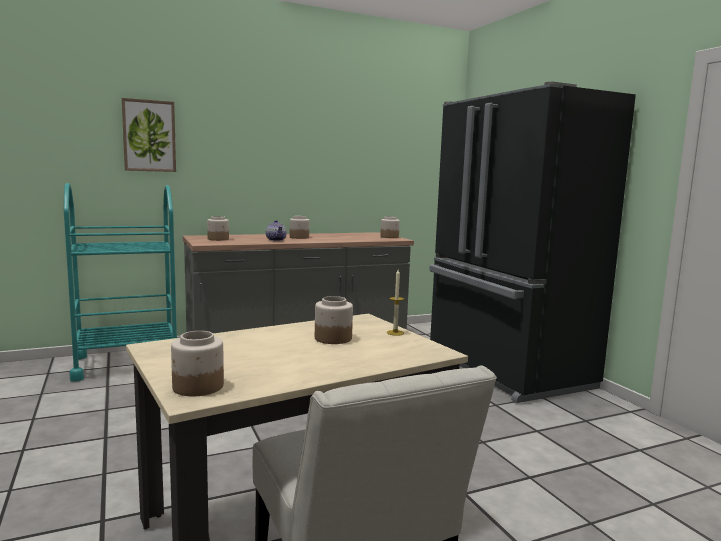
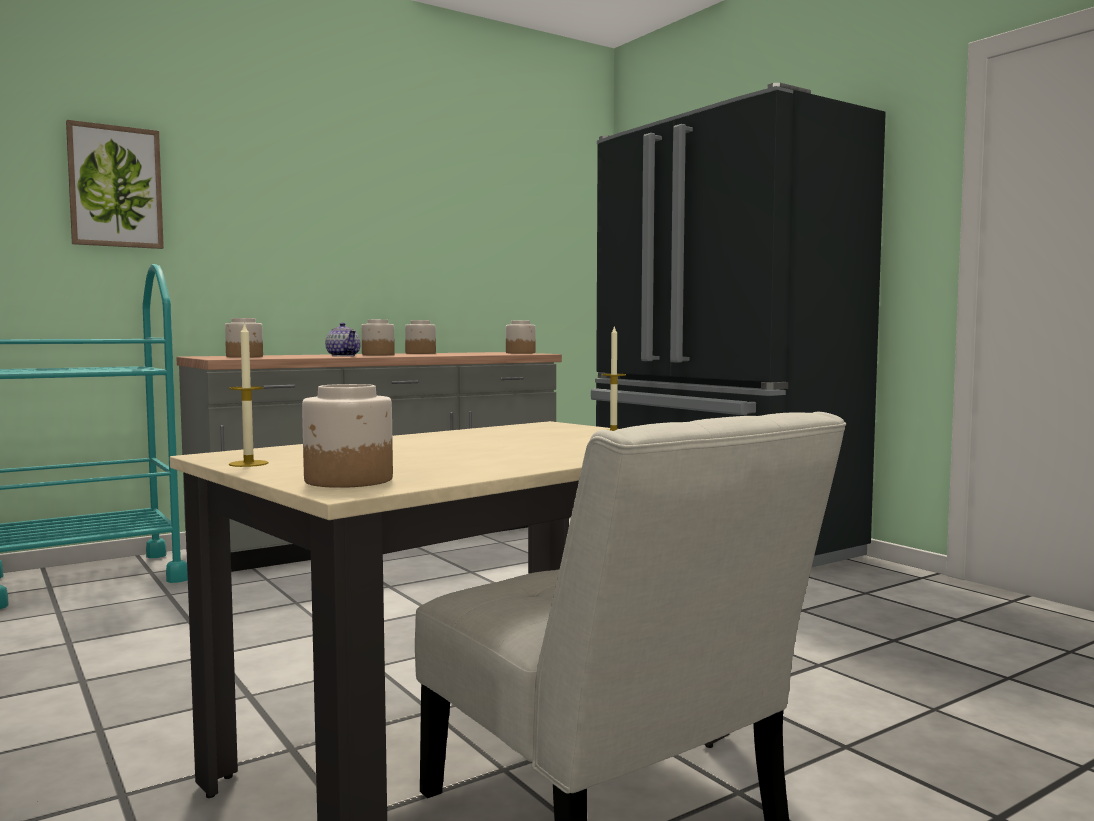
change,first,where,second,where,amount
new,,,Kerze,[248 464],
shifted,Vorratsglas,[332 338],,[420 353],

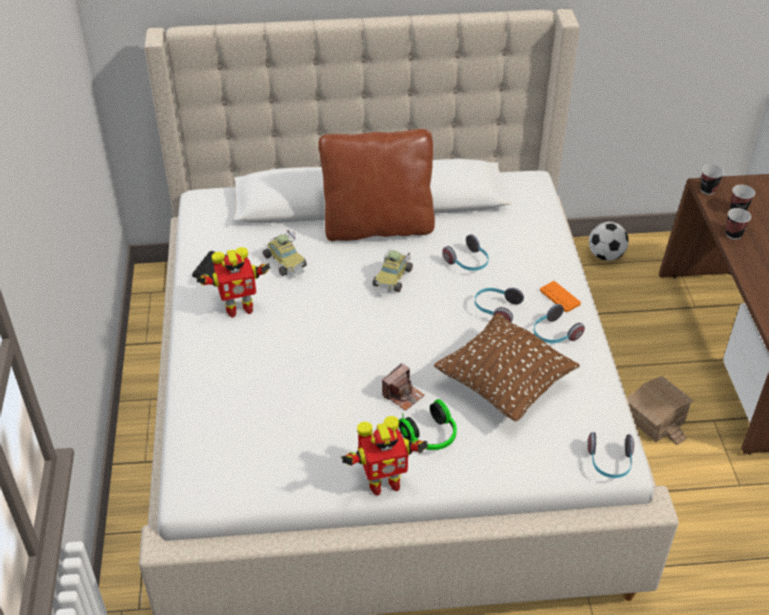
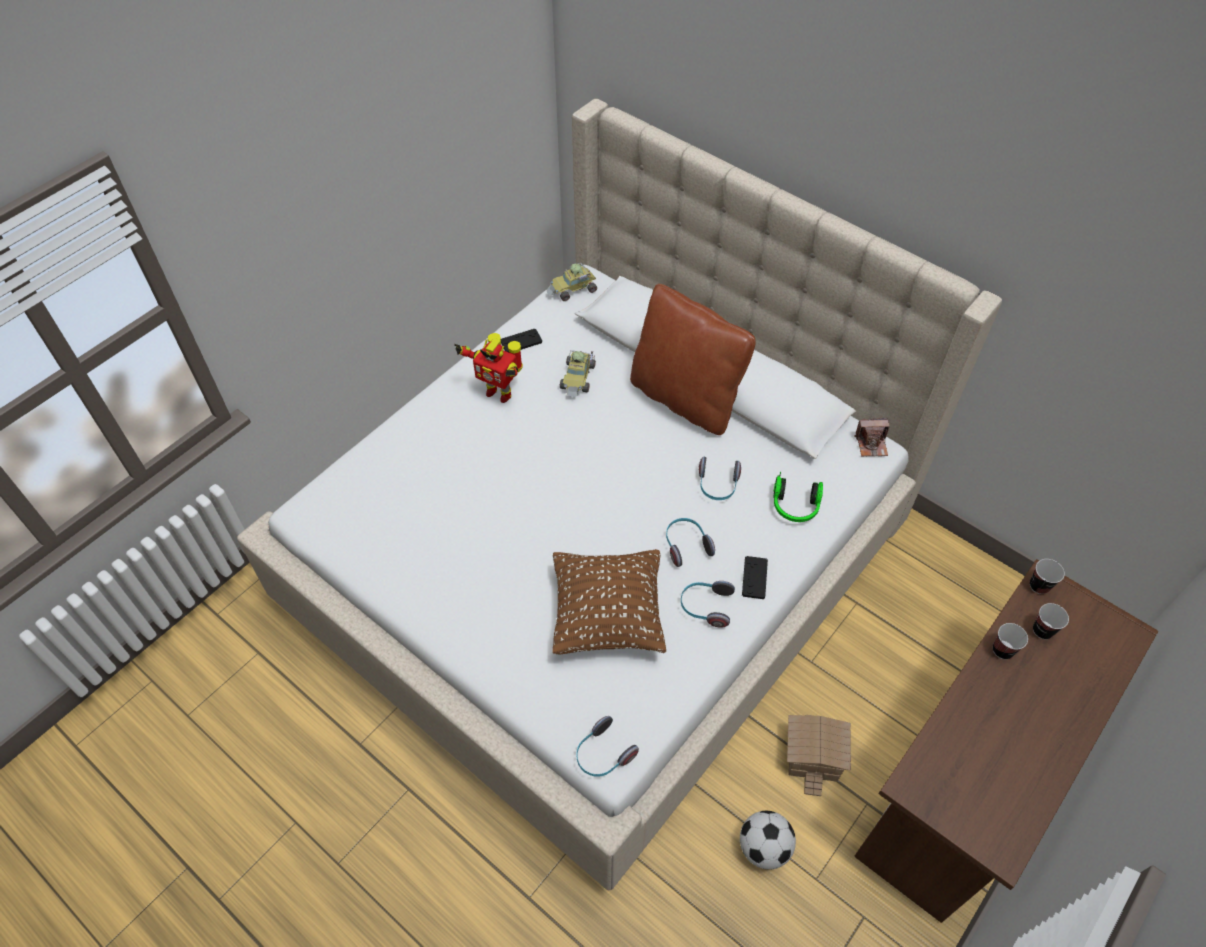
change,first,where,second,where,amount
shifted,Spielzeugauto,[393 279],,[573 289],
shifted,Fußball,[605 256],,[764 847],
repainted,Gamepad/orange,[560 297],Gamepad/schwarz,[754 578],
shifted,Kopfhörer,[431 437],,[795 507],
shifted,Kamera,[403 395],,[871 444],
gone,Spielzeugroboter,[383 483],,,

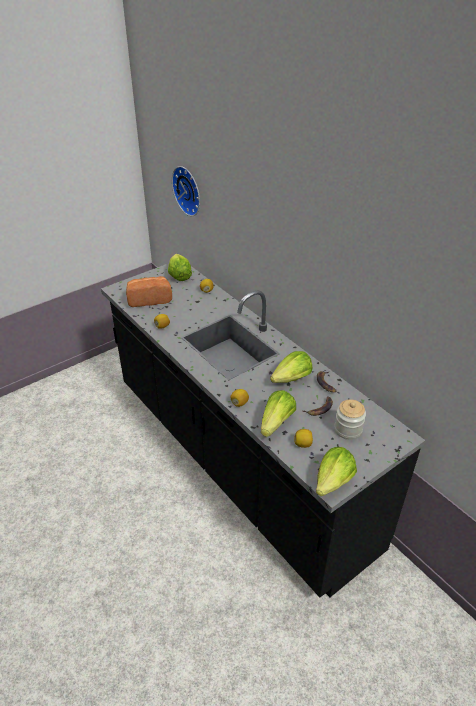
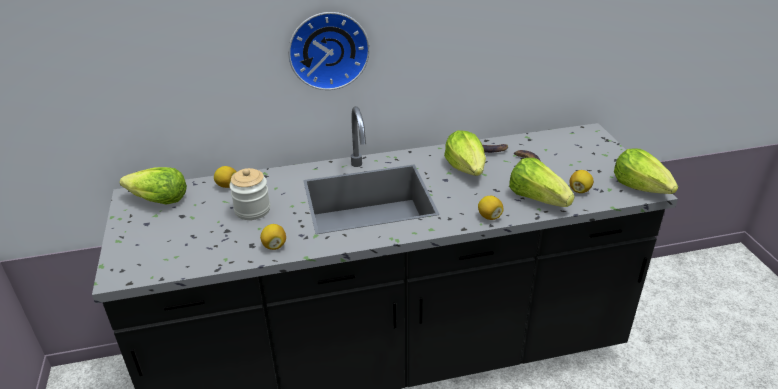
change,first,where,second,where,amount
shifted,Vorratsglas,[348 429],,[252 210],
shifted,Wanduhr,[189 190],,[328 49],
gone,Brot,[149 299],,,

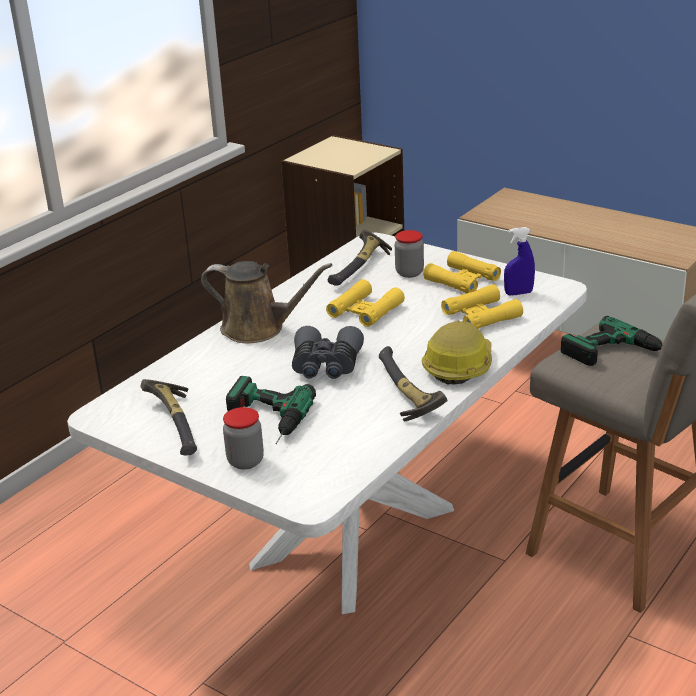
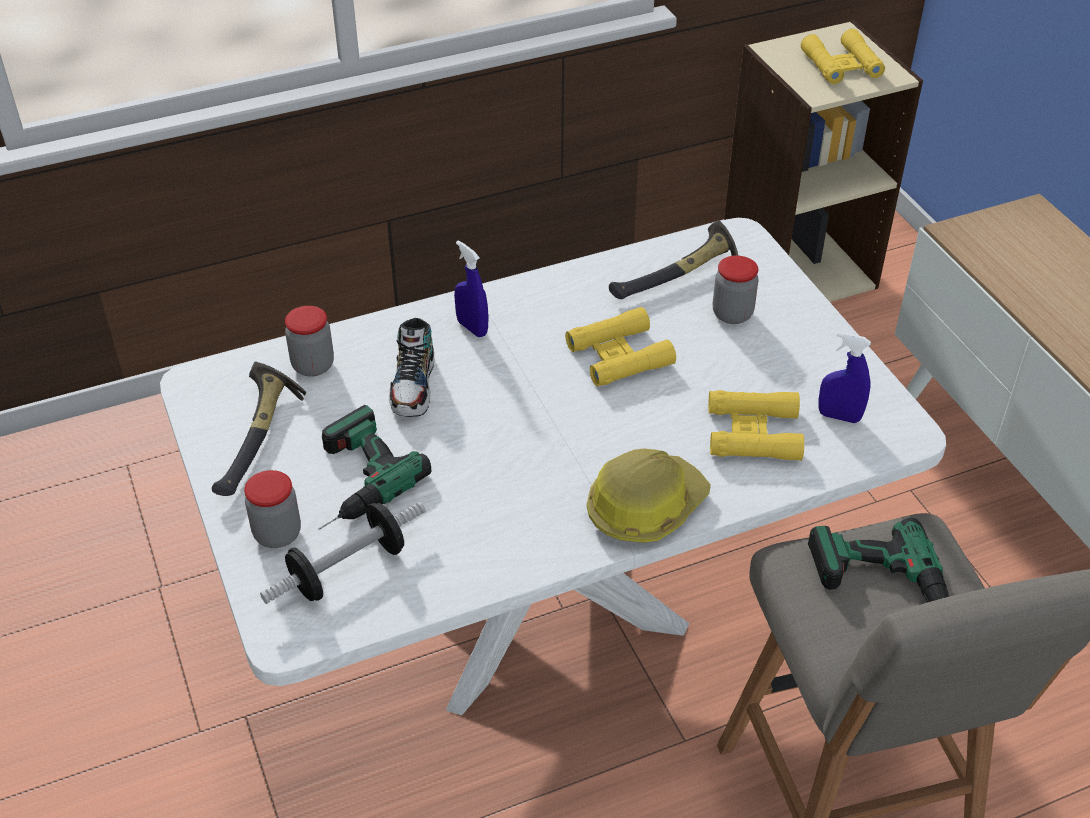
change,first,where,second,where,amount
new,,,Hantel,[348 569],
new,,,Vorratsglas,[313 365],
new,,,Schuh,[414 387],
swapped,Gießkanne/braun,[258 329],Sprühflasche/blau,[472 328],
shifted,Fernglas/gelb,[462 280],,[841 65],
gone,Fernglas/grau,[326 366],,,
gone,Hammer,[404 394],,,

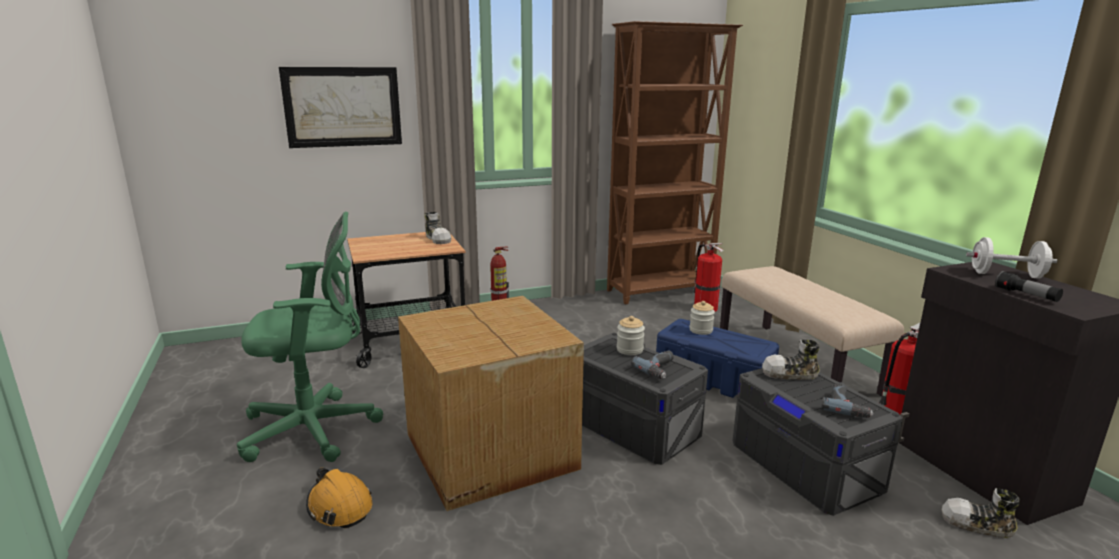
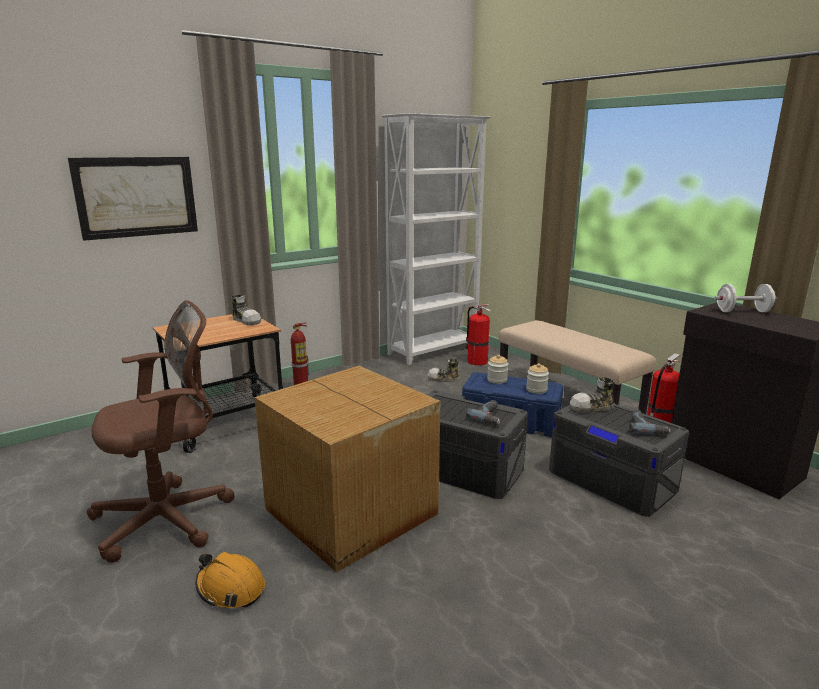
change,first,where,second,where,amount
repainted,Bürostuhl/grün,[316 429],Bürostuhl/braun,[169 518],
repainted,Bücherregal/braun,[661 291],Bücherregal/weiß,[434 351],
shifted,Schuh,[977 525],,[443 379],
shifted,Vorratsglas,[629 350],,[536 390],
gone,Taschenlampe,[1026 295],,,

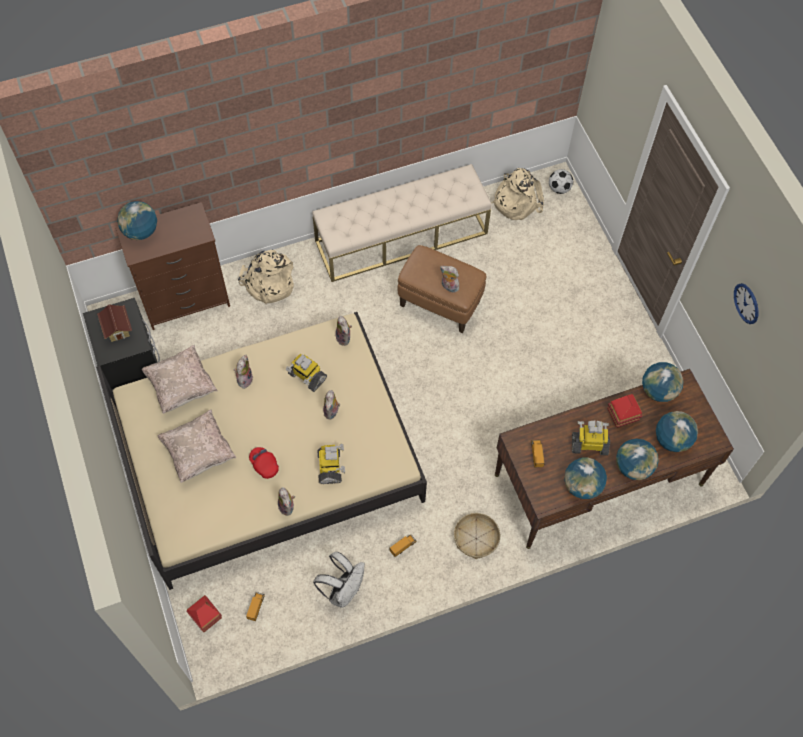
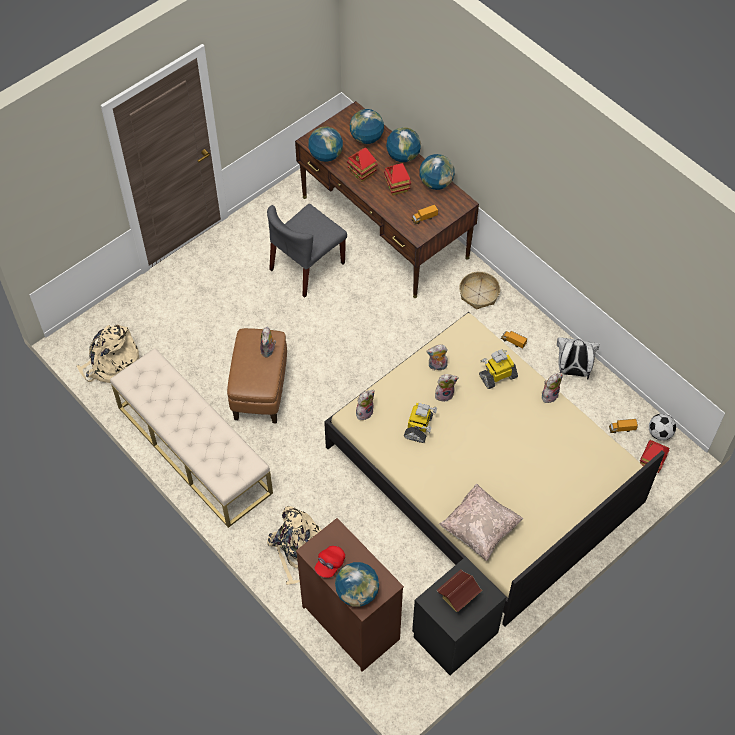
change,first,where,second,where,amount
new,,,Stuhl/grau,[307 267],
shifted,Kappe/rot,[264 465],,[330 564],
swapped,Spielzeugroboter,[589 444],Spielzeughaus,[397 187],
shifted,Plüschtier,[244 378],,[437 366],
shifted,Fußball,[559 188],,[659 433],
gone,Kissen/beige,[199 453],,,
gone,Wanduhr,[746 303],,,

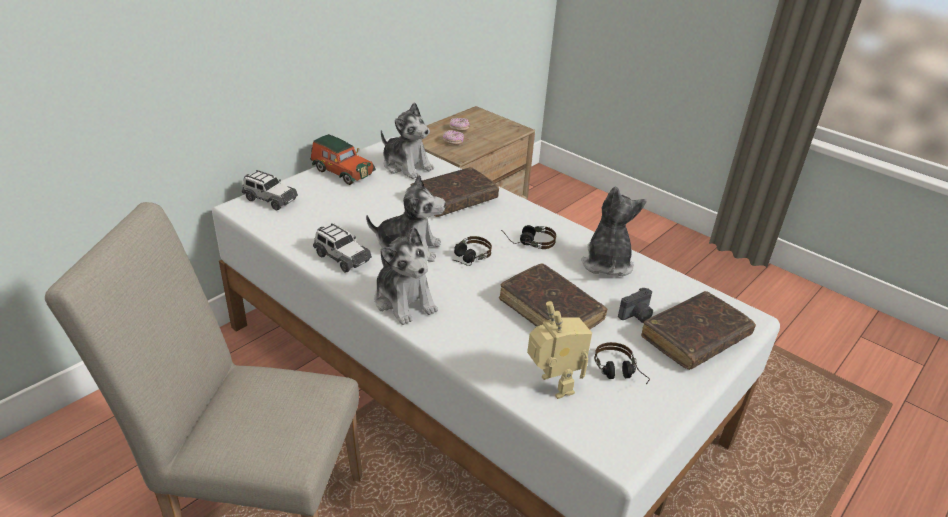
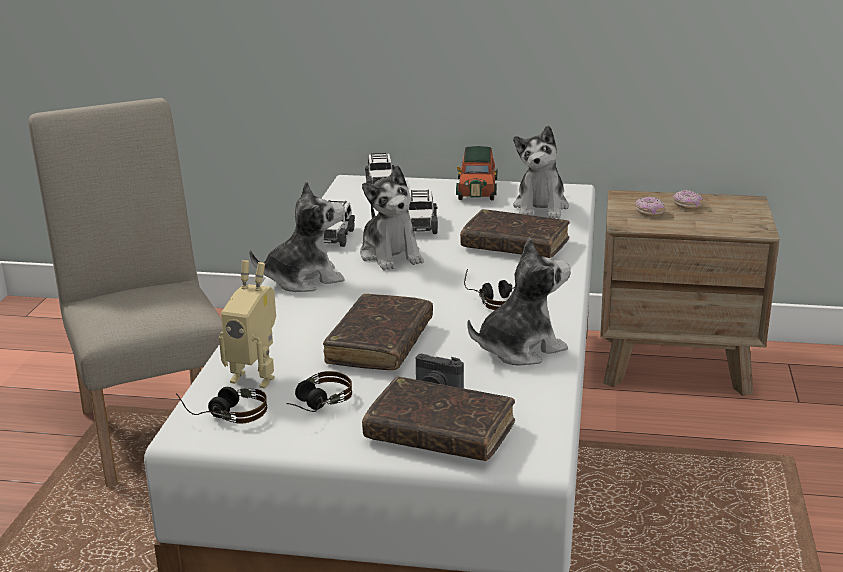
change,first,where,second,where,amount
shifted,Kopfhörer,[467 259],,[224 413],
rotated,Spielzeugroboter,[552 387],,[255 376],75 degrees clockwise
rotated,Plüschtier,[404 301],,[304 279],135 degrees counterclockwise
new,,,Spielzeugauto,[420 225],

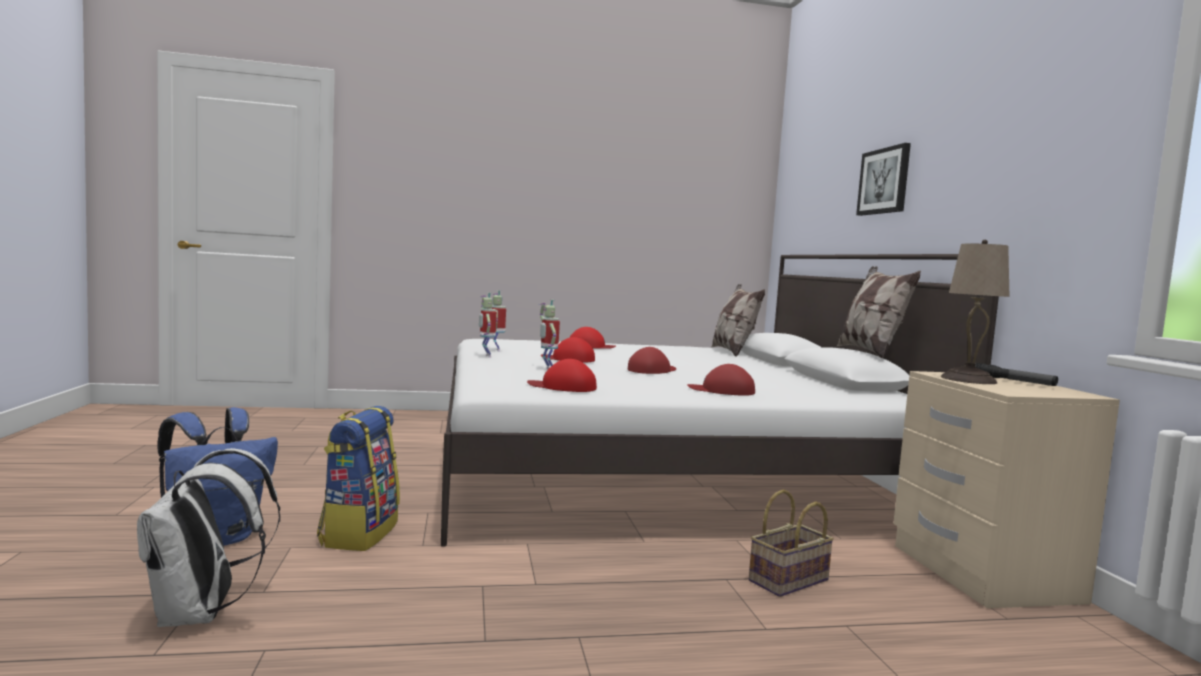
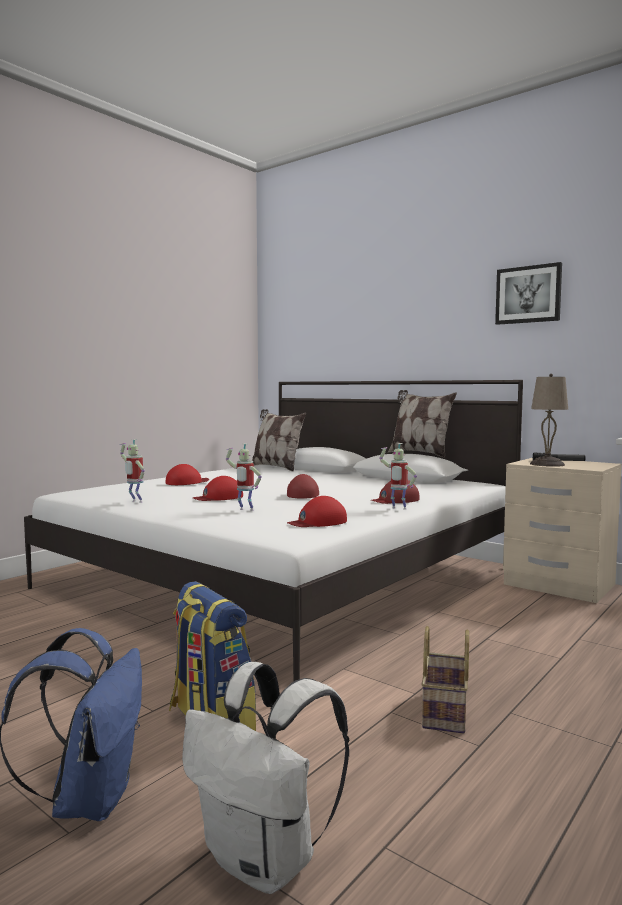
change,first,where,second,where,amount
shifted,Spielzeugroboter,[486 356],,[398 509],
shifted,Korb,[788 581],,[446 713],
shifted,Bild,[884 181],,[528 294],

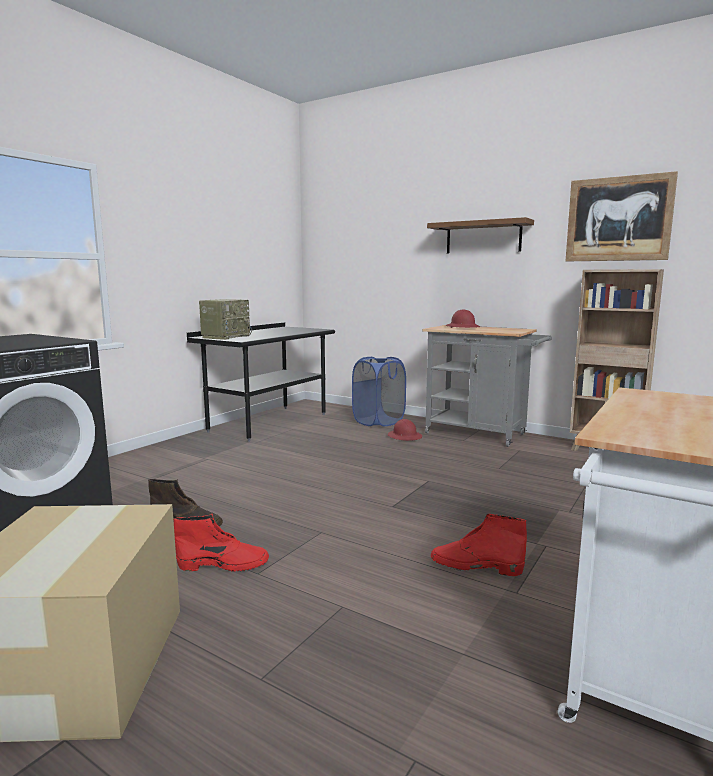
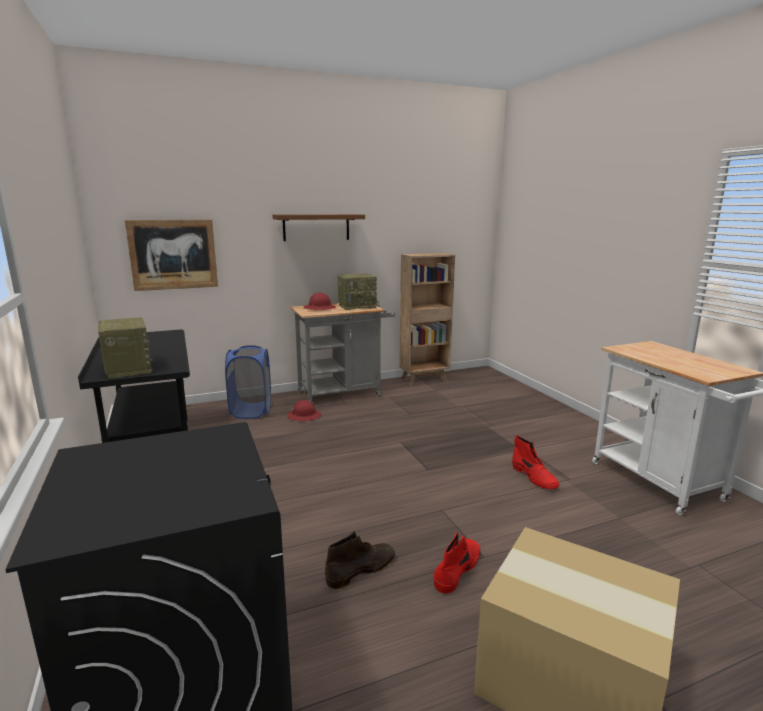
change,first,where,second,where,amount
shifted,Bild,[618 219],,[173 254],
new,,,Radio,[357 306],
rotated,Stiefel/rot,[475 566],,[534 477],75 degrees counterclockwise

